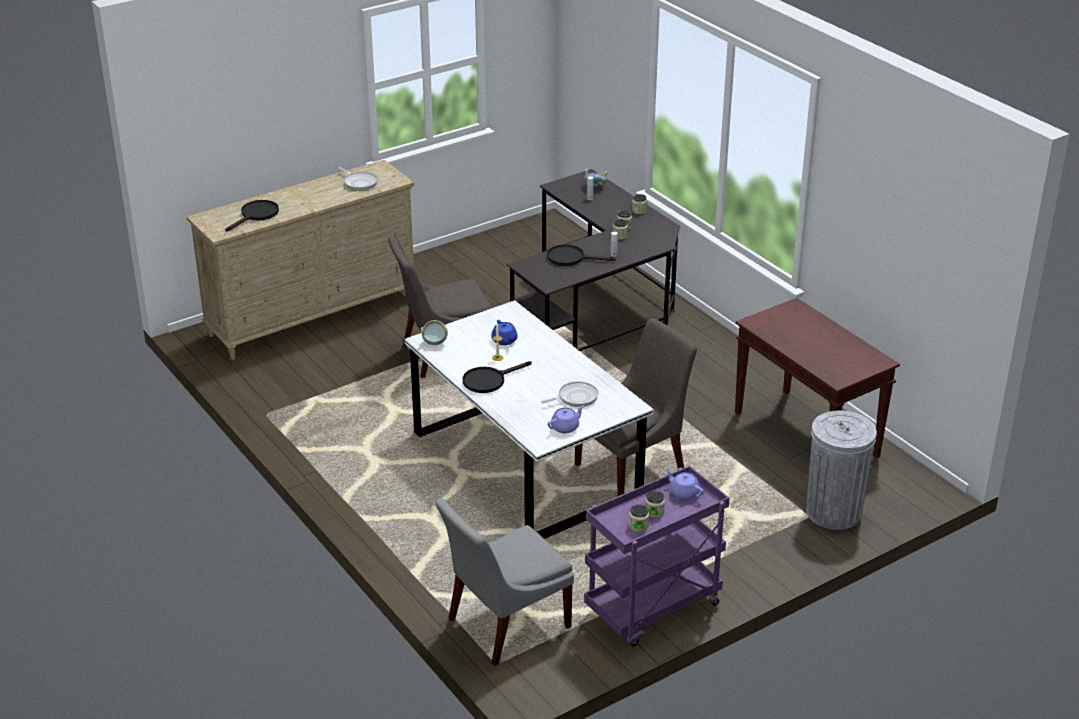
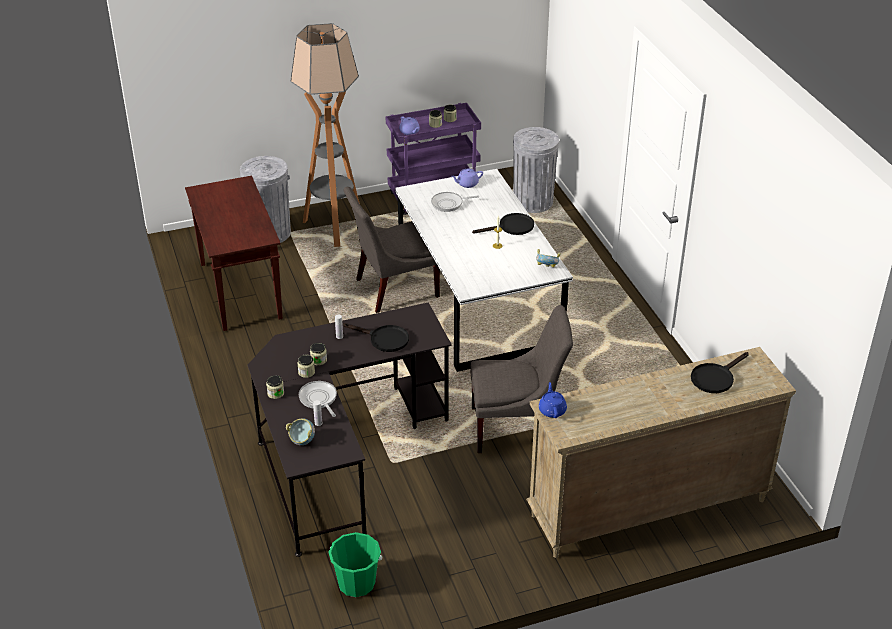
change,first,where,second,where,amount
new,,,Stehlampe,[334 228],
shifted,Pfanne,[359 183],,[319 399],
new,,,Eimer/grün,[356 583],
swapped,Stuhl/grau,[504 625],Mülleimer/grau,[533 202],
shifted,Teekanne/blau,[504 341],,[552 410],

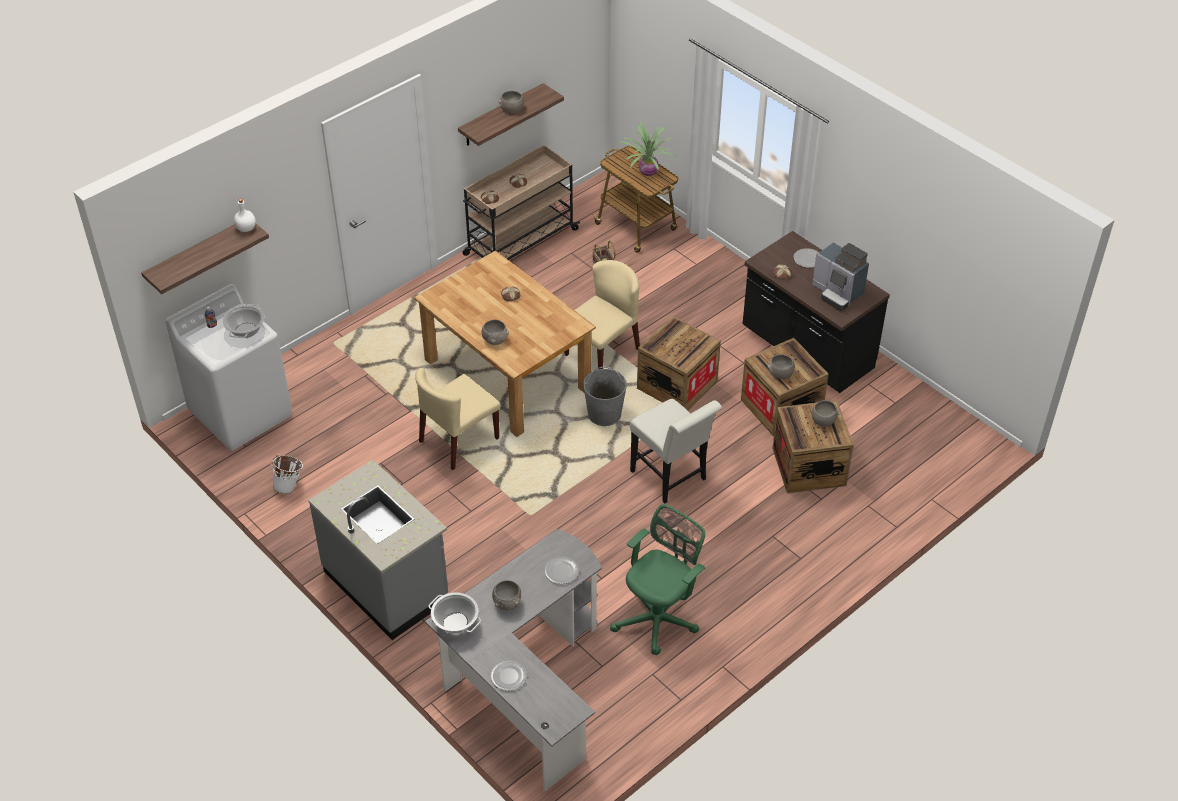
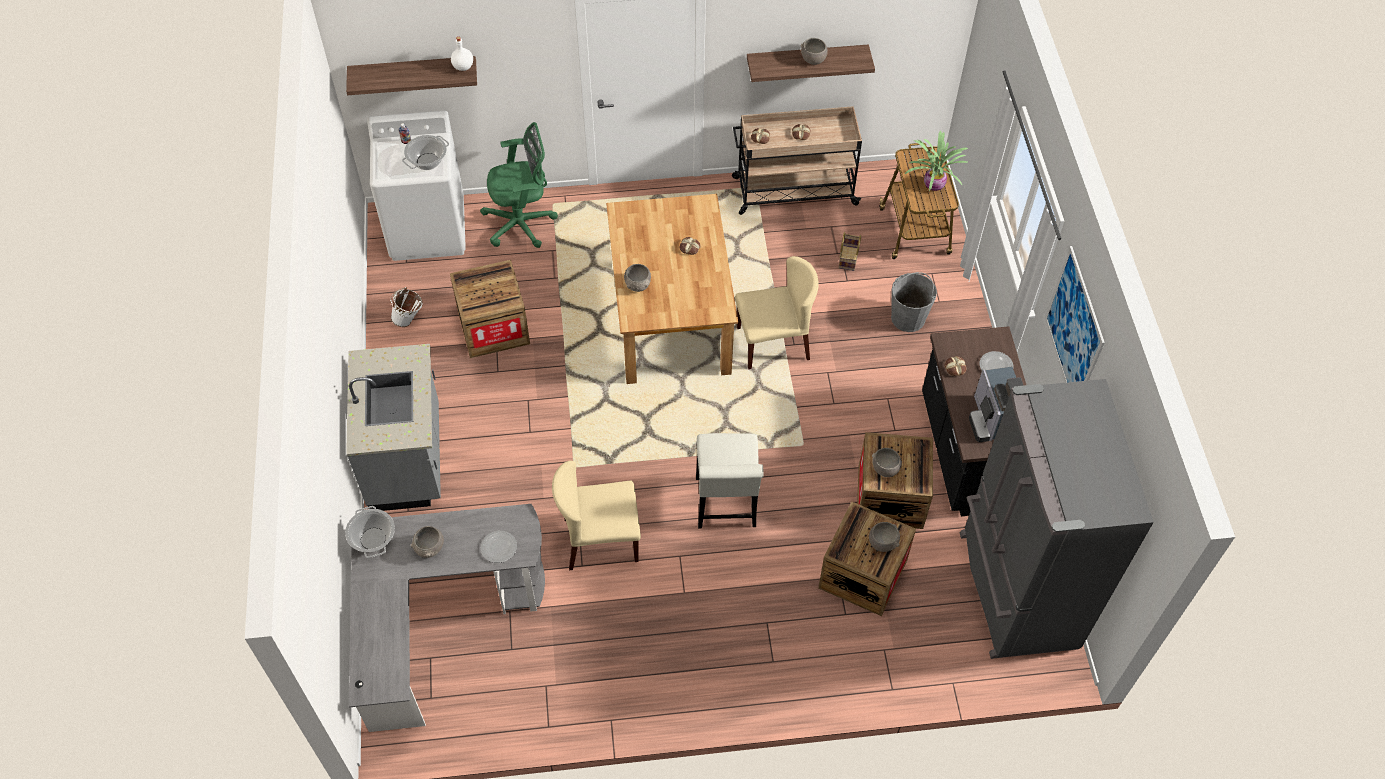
change,first,where,second,where,amount
shifted,Kiste,[677 385],,[493 327],
shifted,Bürostuhl/grün,[659 618],,[522 223],
shifted,Stuhl/beige,[459 440],,[600 540],
shifted,Eimer/grau,[604 414],,[908 318],
new,,,Kühlschrank/grau,[1014 591],
new,,,Bild,[1074 329],
gone,Teller,[509 676],,,

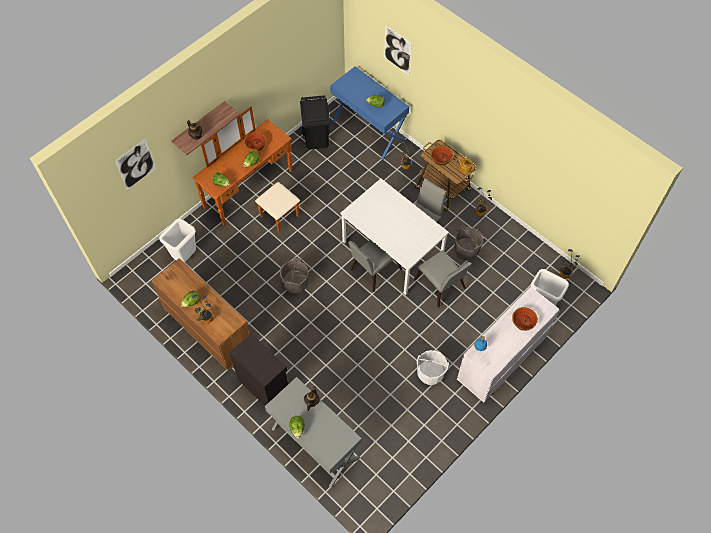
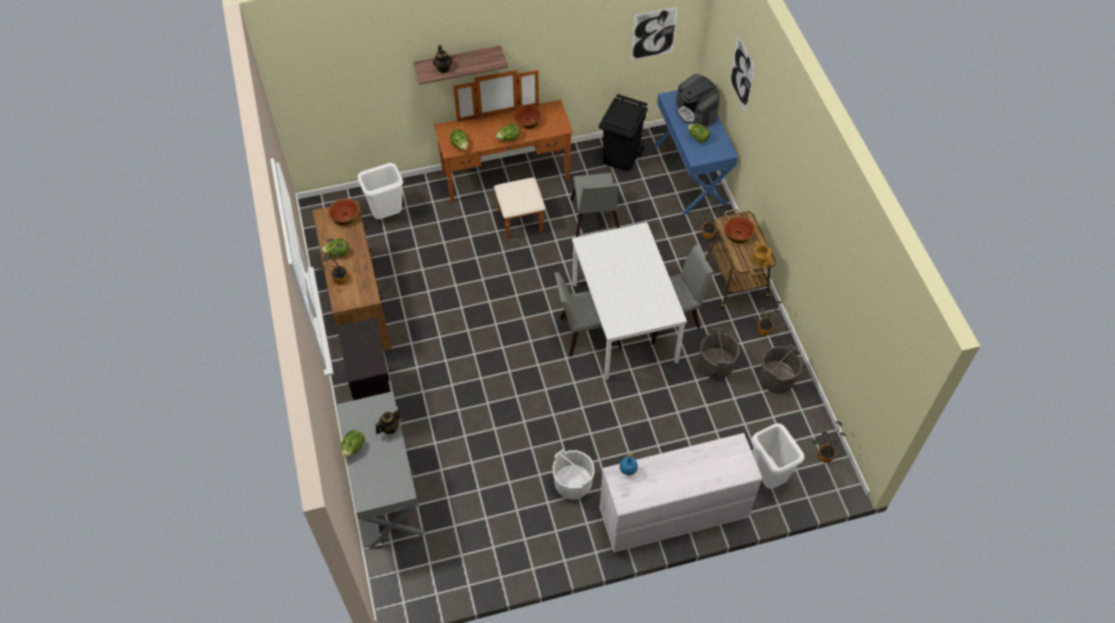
change,first,where,second,where,amount
shifted,Schüssel,[523 321],,[345 215],
shifted,Stuhl/grau,[441 287],,[594 219],
shifted,Bild,[136 164],,[653 33],
new,,,Kaffeemaschine,[696 112],
shifted,Eimer/grau,[295 283],,[776 379],

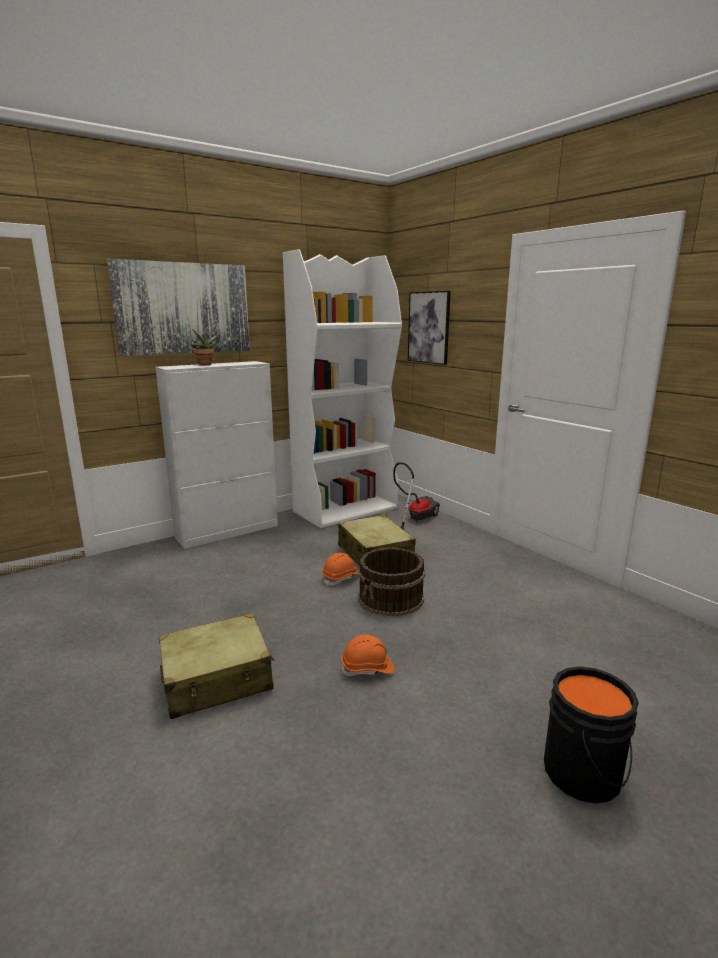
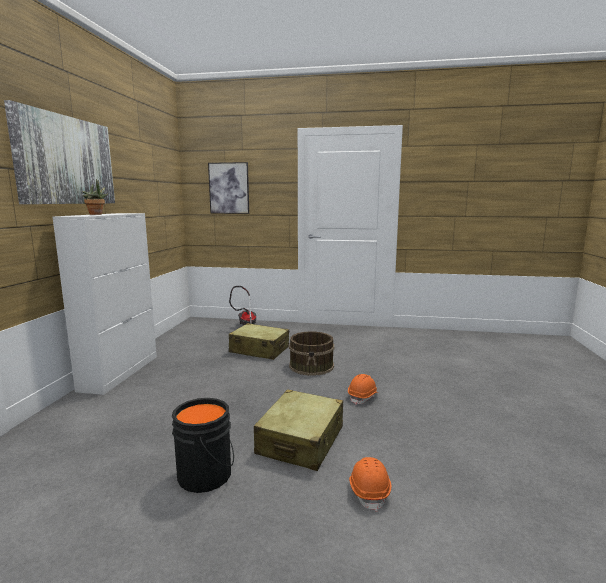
change,first,where,second,where,amount
shifted,Eimer/schwarz,[586 774],,[208 475],
shifted,Schutzhelm/orange,[341 578],,[369 491],
gone,Bücherregal/weiß,[345 509],,,

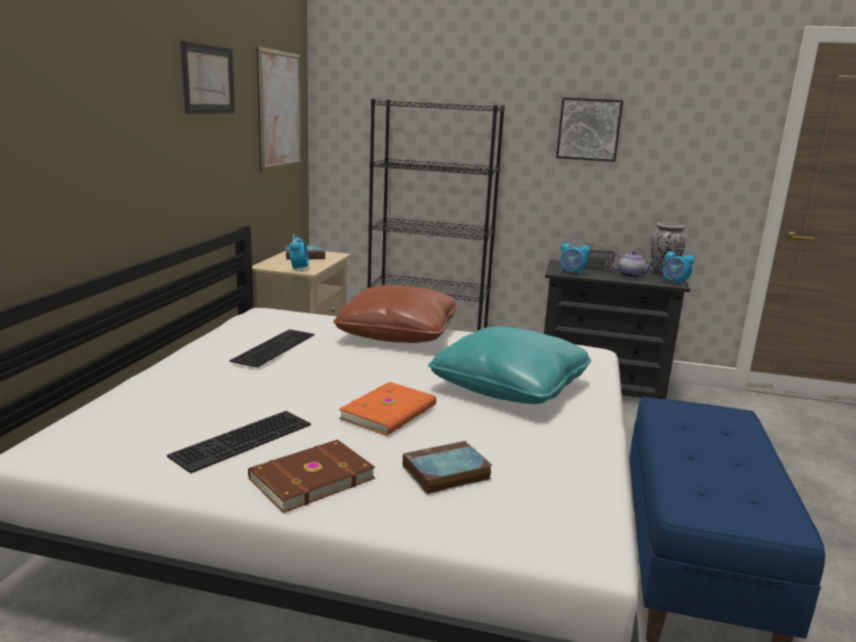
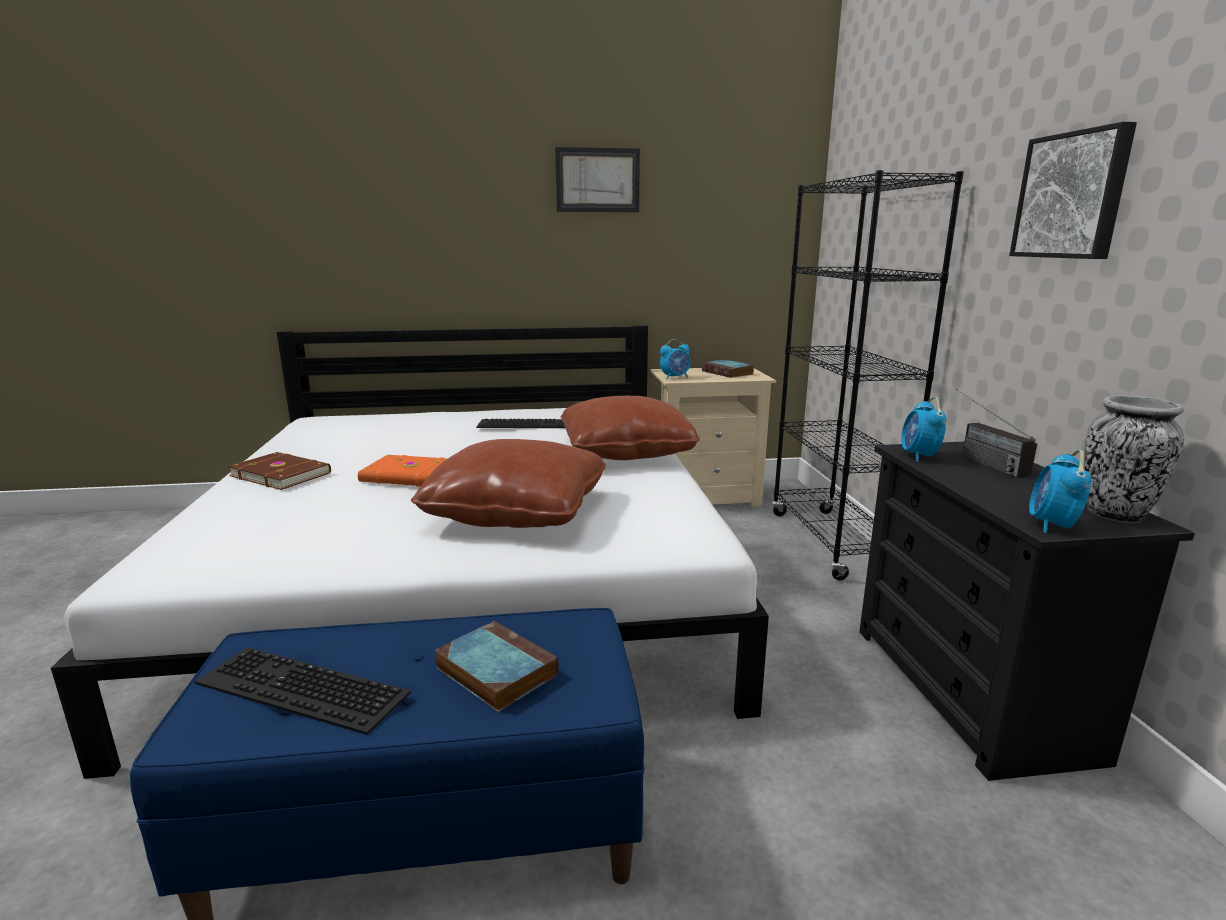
change,first,where,second,where,amount
shifted,Tastatur,[243 441],,[296 690],
repainted,Kissen/türkis,[510 387],Kissen/braun,[516 512],
shifted,Buch,[445 473],,[494 671],
gone,Bild,[280 110],,,
gone,Teekanne,[631 275],,,

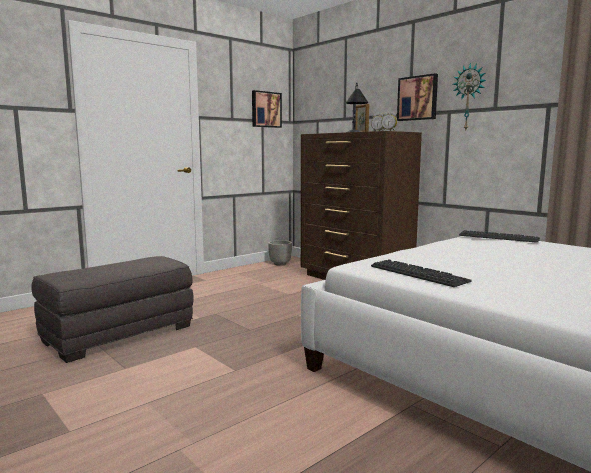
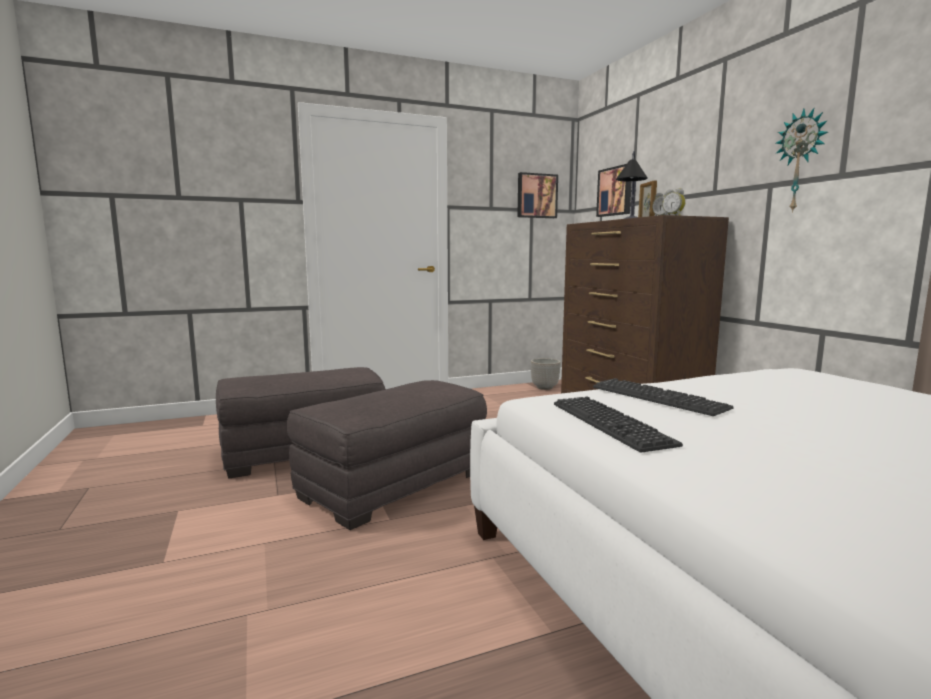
change,first,where,second,where,amount
new,,,Polsterhocker/grau,[394 484],
shifted,Tastatur,[498 237],,[657 398],
shifted,Bild,[418 98],,[616 191],

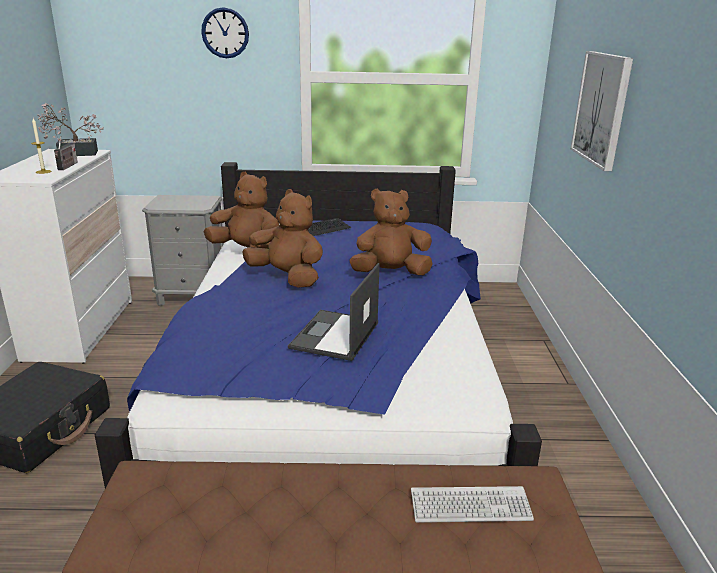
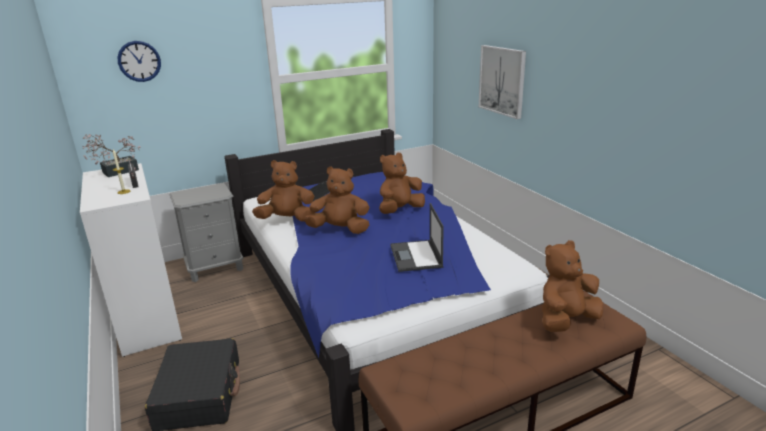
change,first,where,second,where,amount
shifted,Wanduhr,[225 33],,[139 61],
swapped,Tastatur,[470 506],Plüschtier/braun,[566 321],

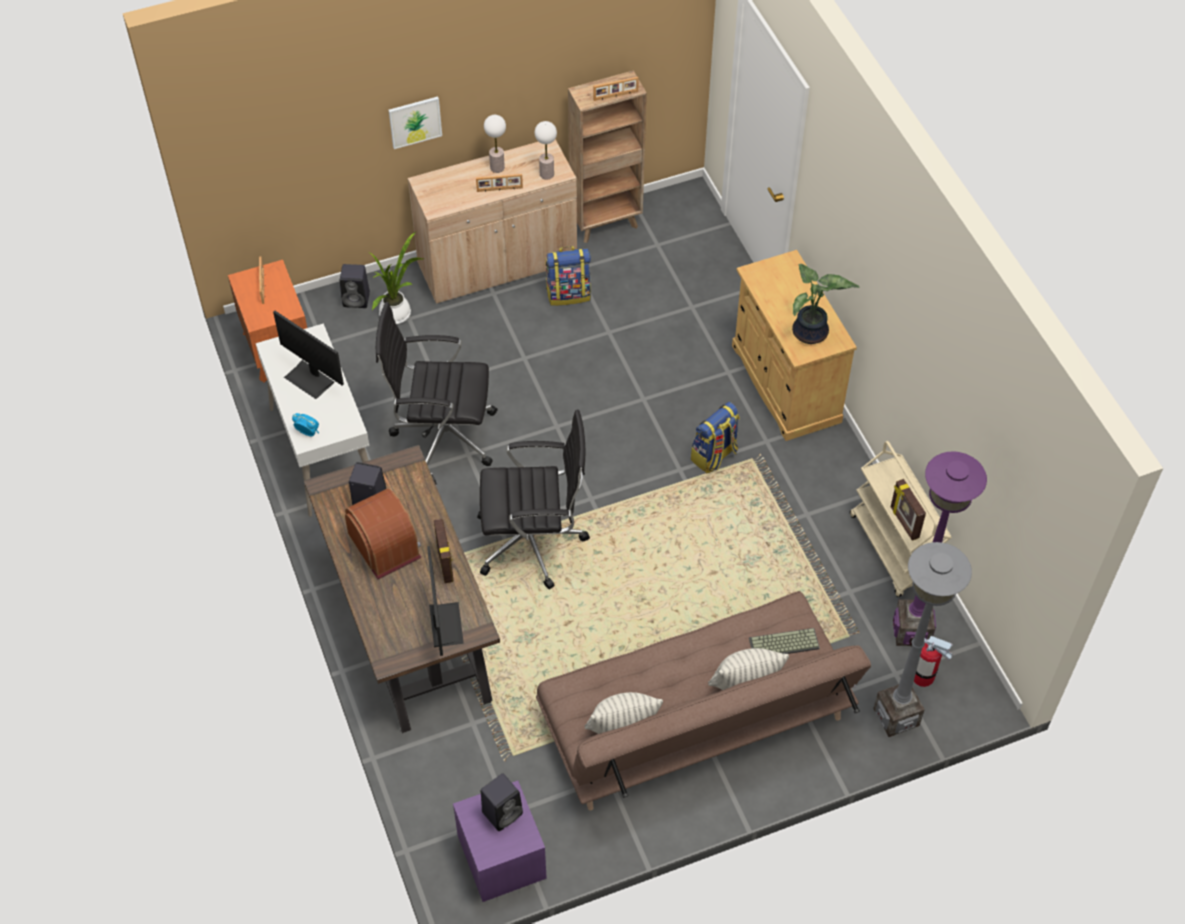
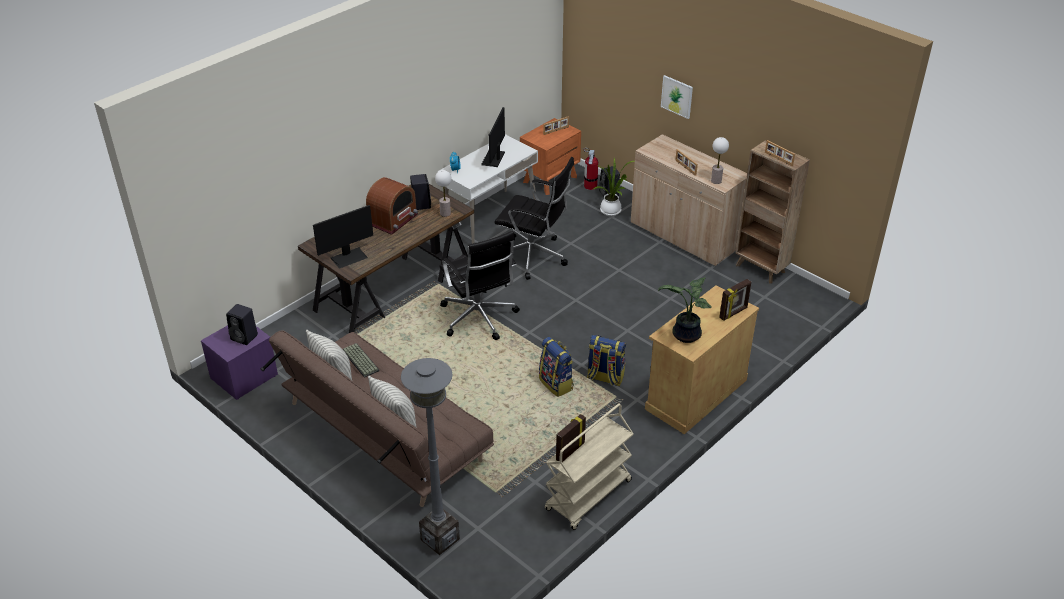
change,first,where,second,where,amount
shifted,Tastatur,[783 645],,[359 360],
shifted,Tischlampe,[497 167],,[445 213],
rotated,Bürostuhl/schwarz,[442 435],,[533 257],135 degrees clockwise
shifted,Rucksack,[569 294],,[556 384],
shifted,Feuerlöscher,[922 676],,[590 186],
shifted,Bilderrahmen,[445 563],,[733 313],
gone,Stehlampe/lila,[911 631],,,

